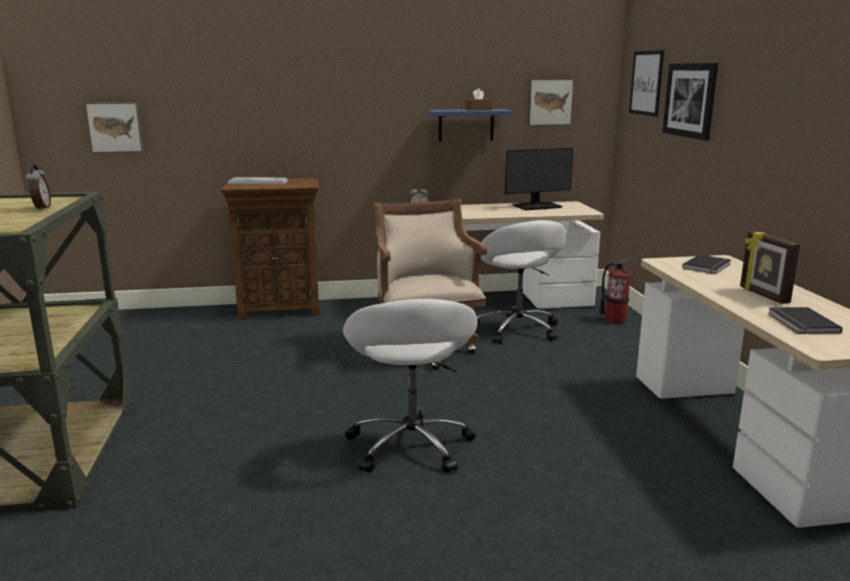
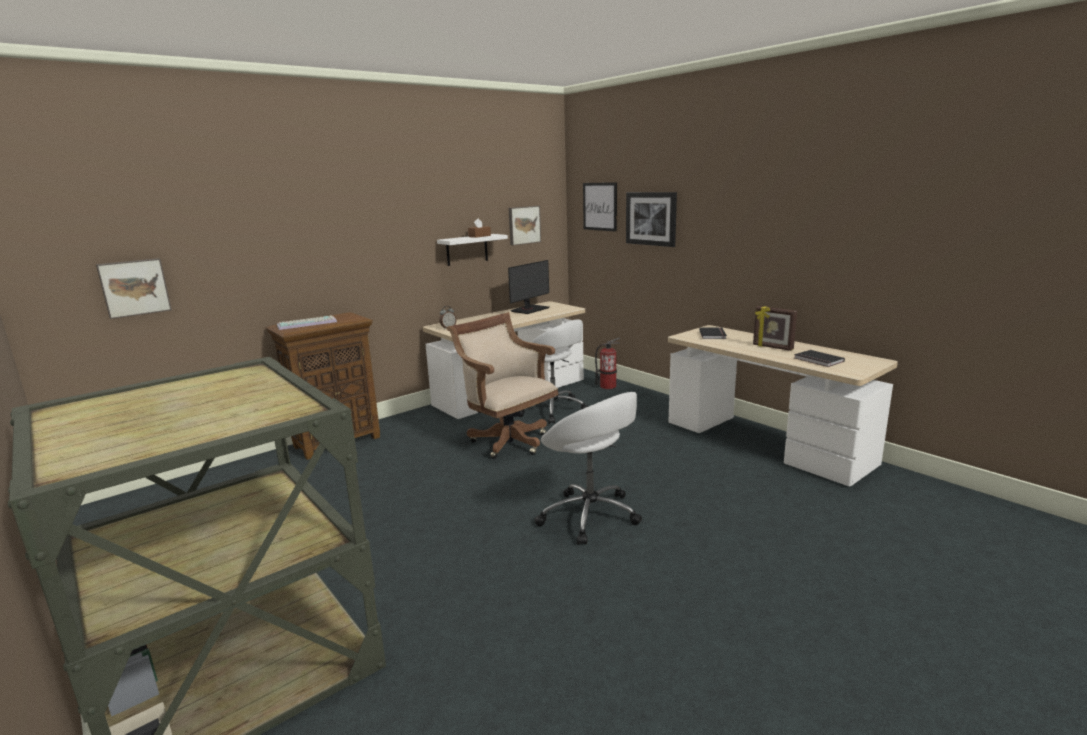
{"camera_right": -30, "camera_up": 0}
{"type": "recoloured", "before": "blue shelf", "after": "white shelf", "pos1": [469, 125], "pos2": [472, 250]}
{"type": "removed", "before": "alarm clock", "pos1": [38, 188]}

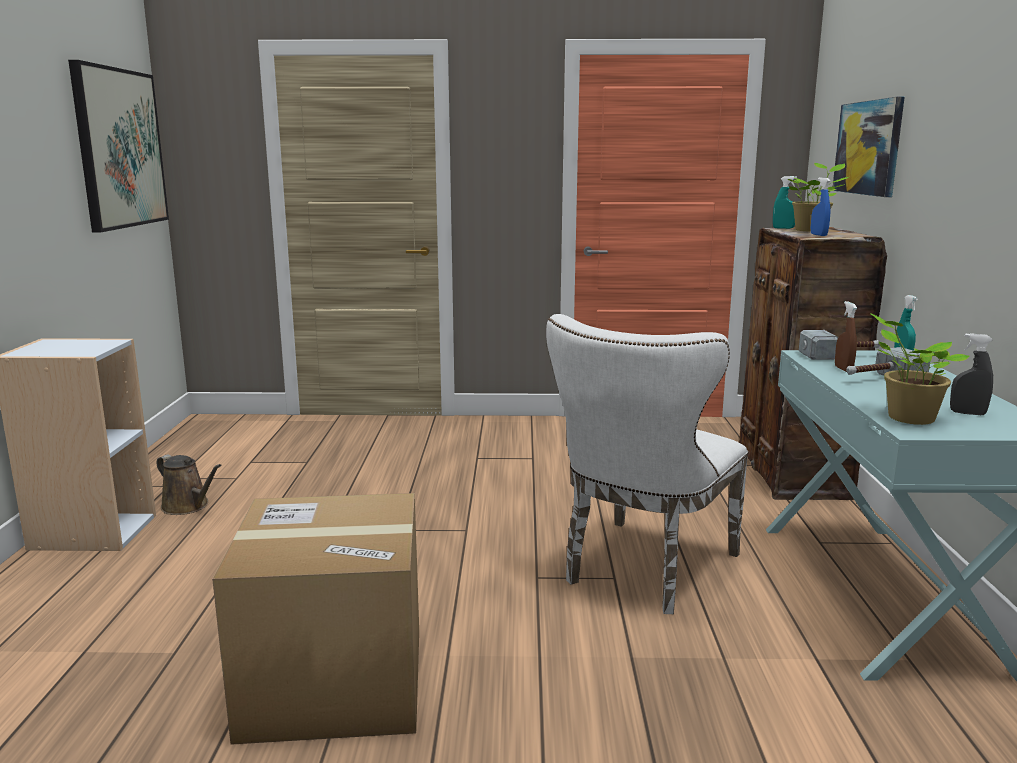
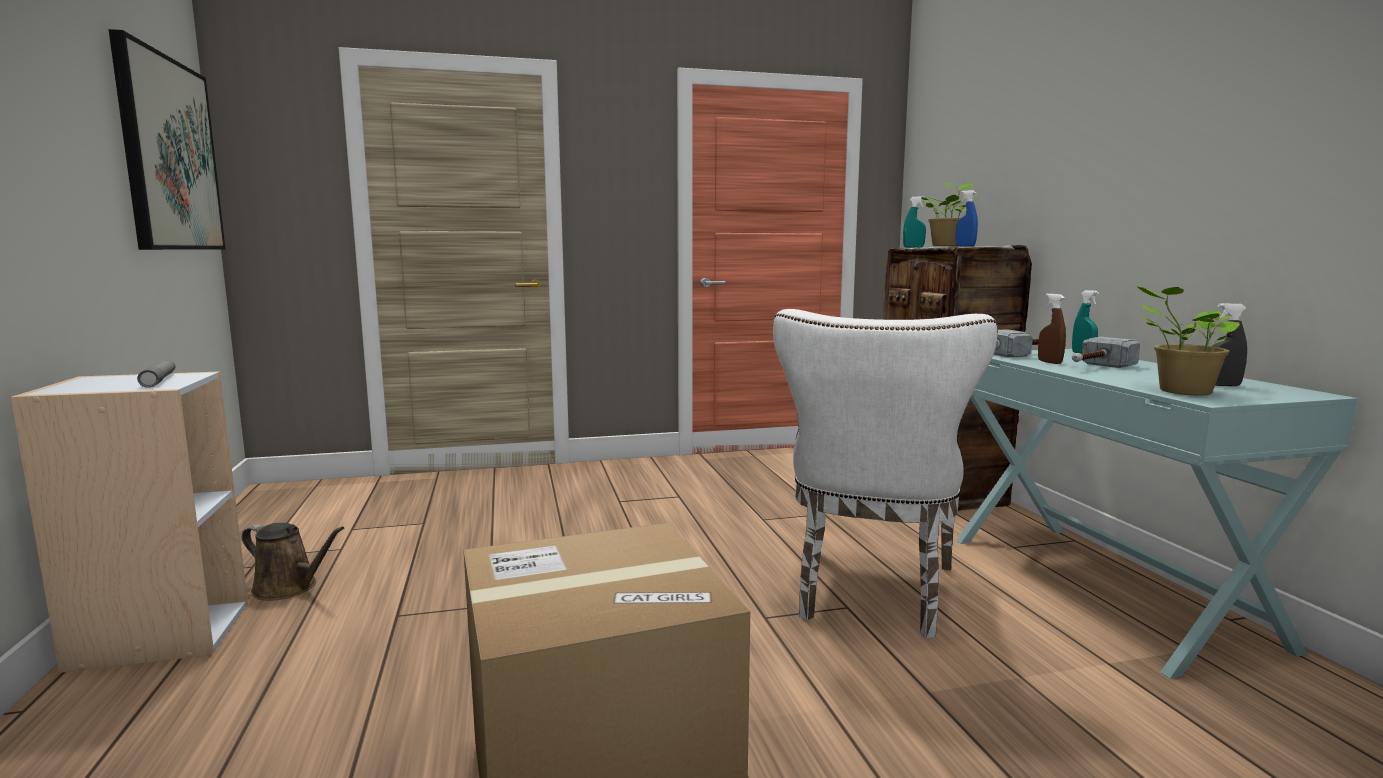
{"camera_right": -15, "camera_up": -5}
{"type": "added", "after": "grey flashlight", "pos2": [156, 374]}
{"type": "removed", "before": "picture", "pos1": [869, 147]}

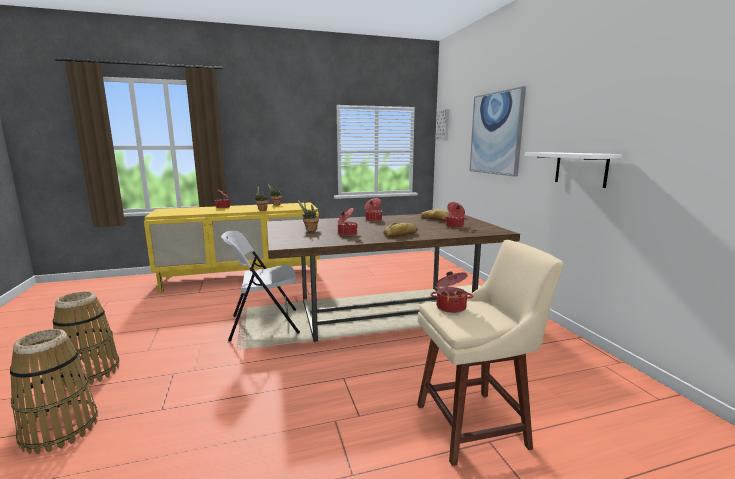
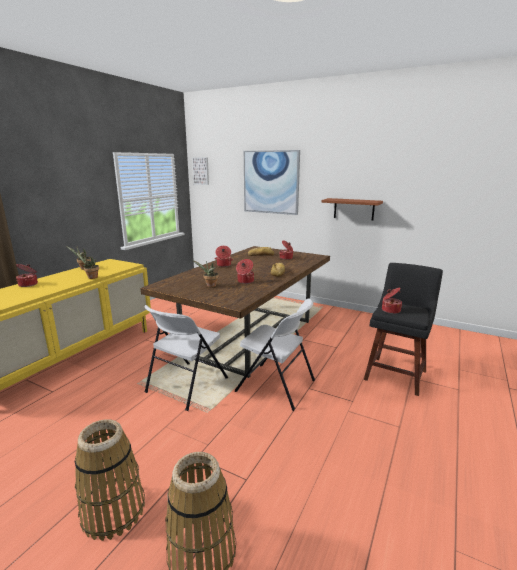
{"camera_right": -45, "camera_up": 5}
{"type": "added", "after": "white chair", "pos2": [275, 355]}
{"type": "recoloured", "before": "white shelf", "after": "brown shelf", "pos1": [573, 170], "pos2": [352, 209]}
{"type": "recoloured", "before": "beige stool", "after": "black stool", "pos1": [490, 353], "pos2": [403, 329]}

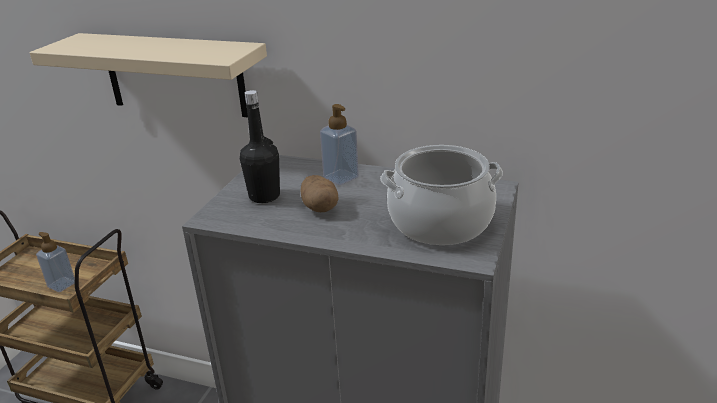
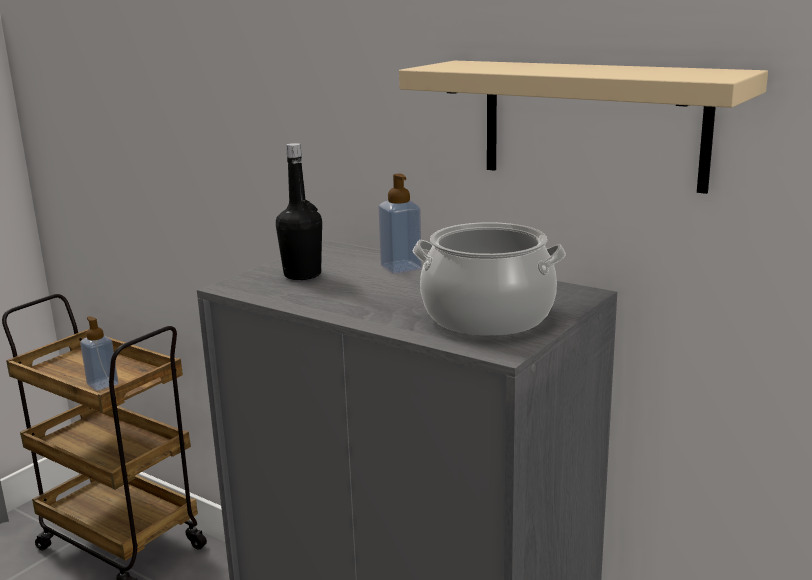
{"camera_right": 15, "camera_up": -10}
{"type": "moved", "before": "beige shelf", "pos1": [148, 75], "pos2": [583, 127]}
{"type": "removed", "before": "potato", "pos1": [319, 193]}

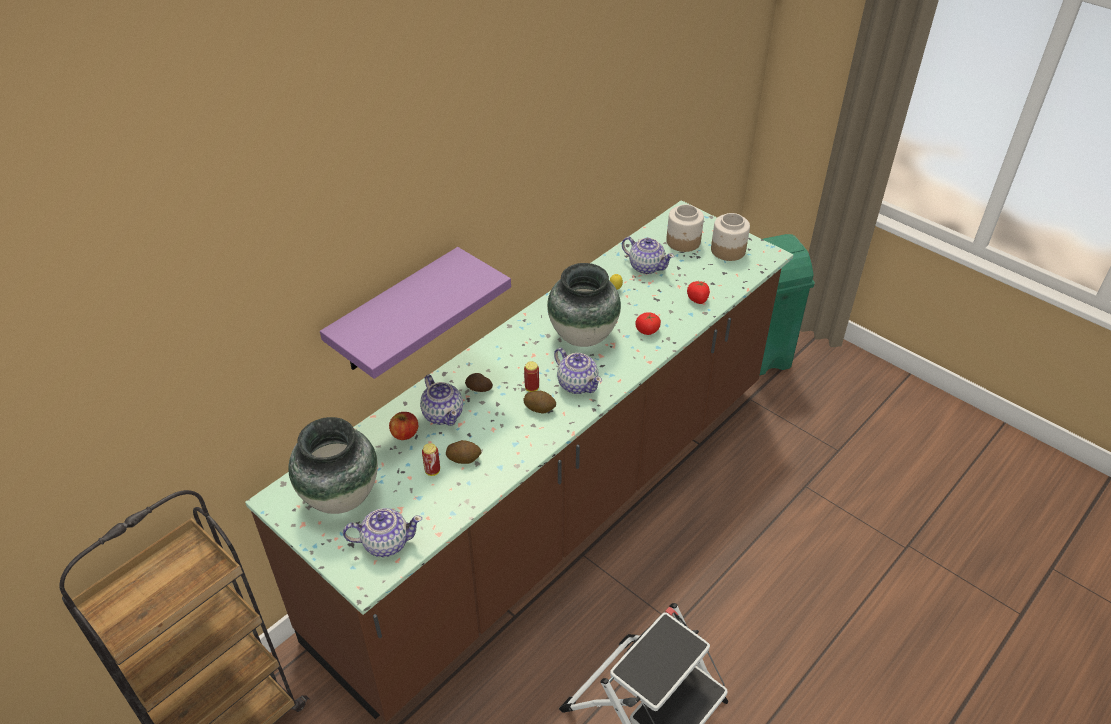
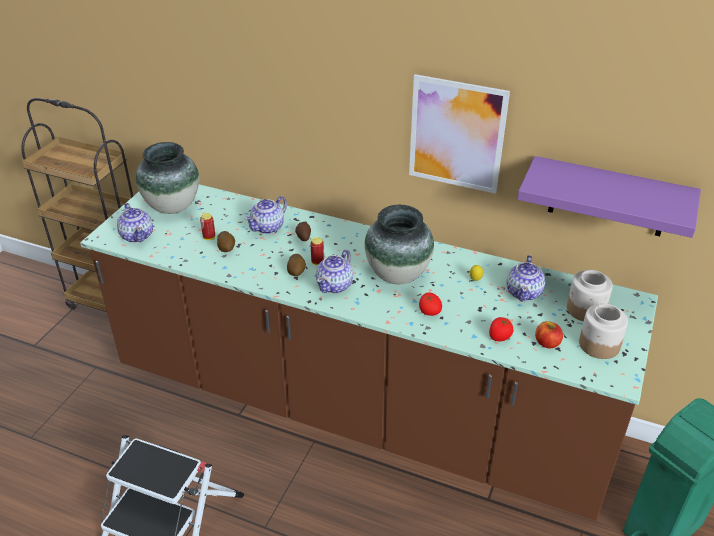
{"camera_right": 70, "camera_up": -5}
{"type": "added", "after": "picture", "pos2": [459, 134]}
{"type": "moved", "before": "purple shelf", "pos1": [415, 313], "pos2": [609, 197]}
{"type": "moved", "before": "apple", "pos1": [403, 426], "pos2": [549, 334]}

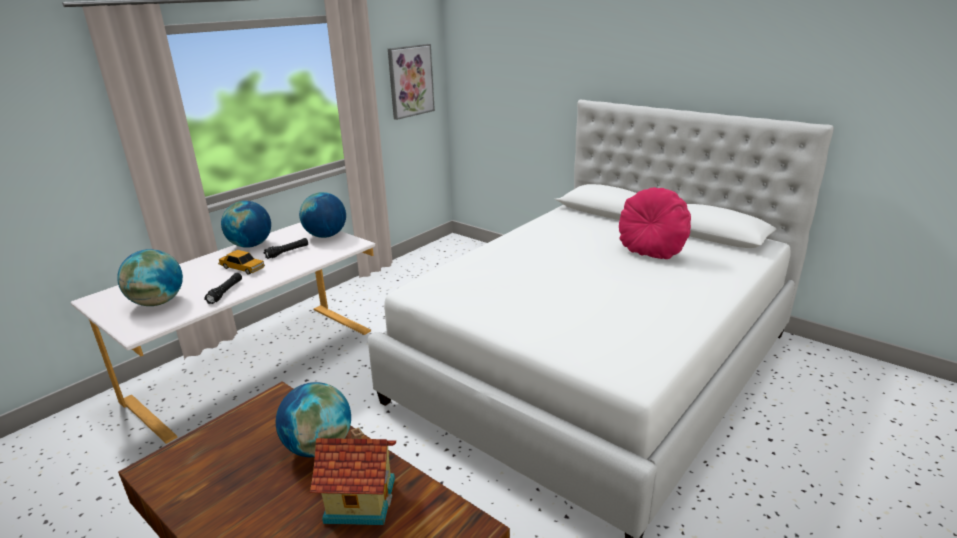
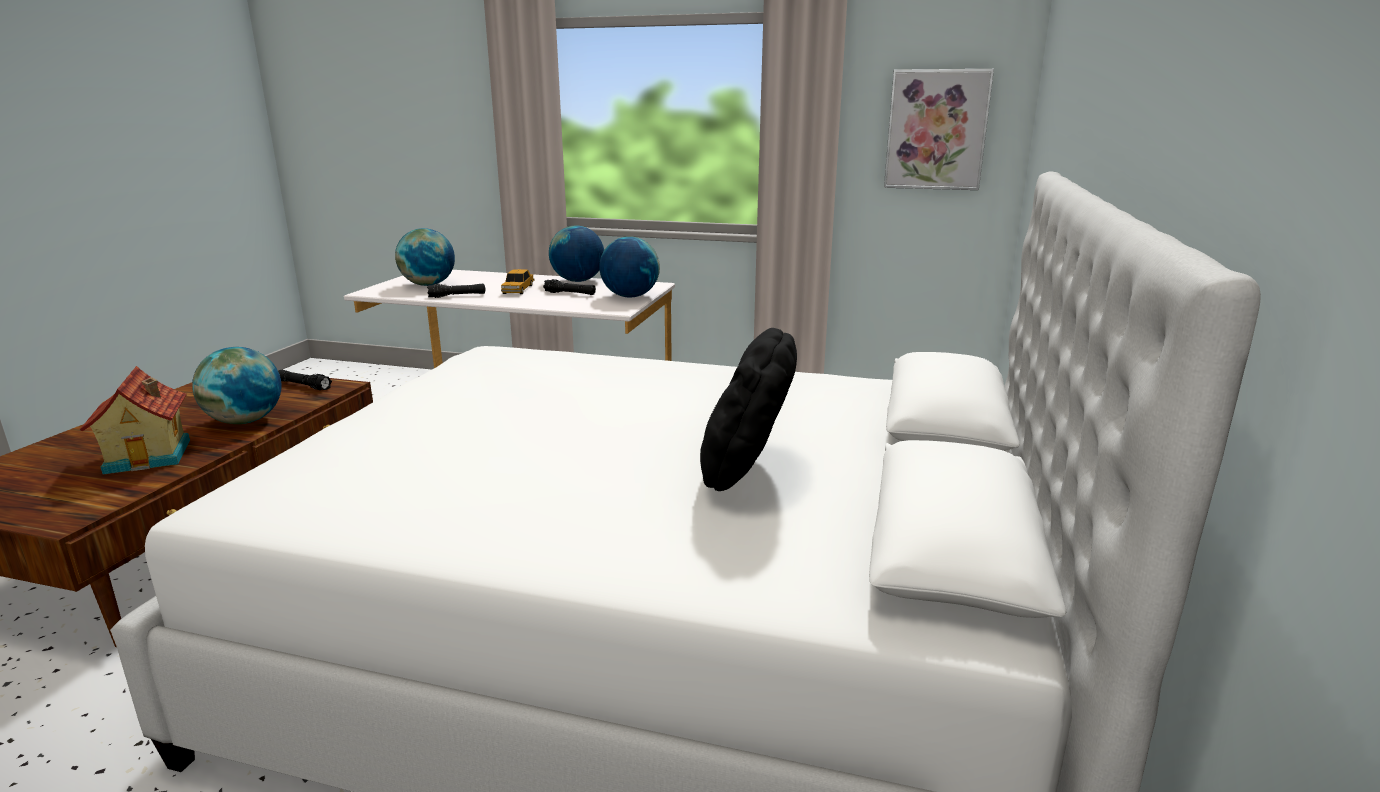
{"camera_right": 65, "camera_up": -5}
{"type": "added", "after": "black flashlight", "pos2": [305, 380]}
{"type": "recoloured", "before": "pink pillow", "after": "black pillow", "pos1": [655, 223], "pos2": [748, 409]}

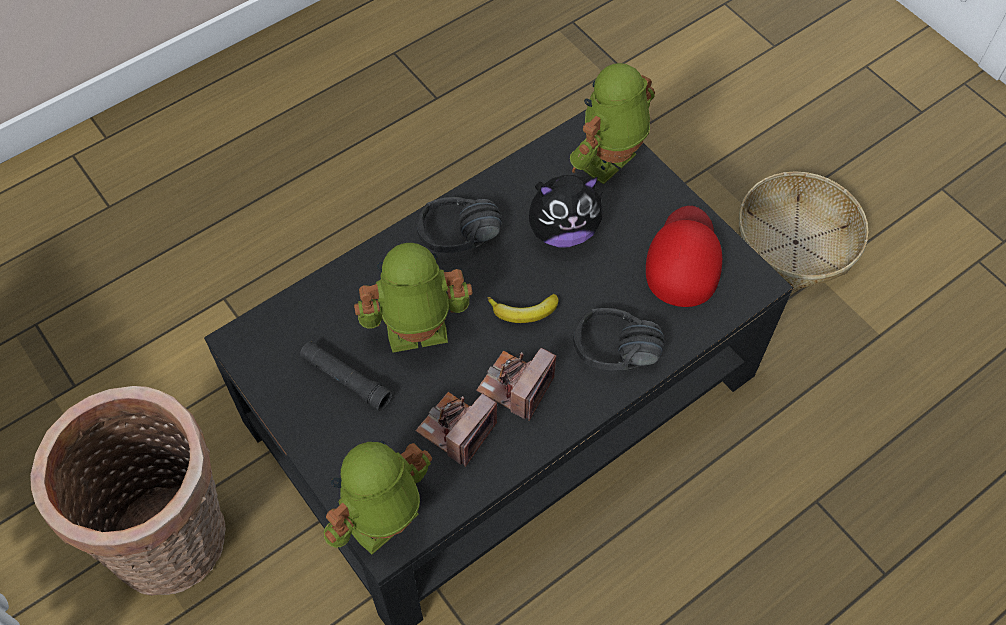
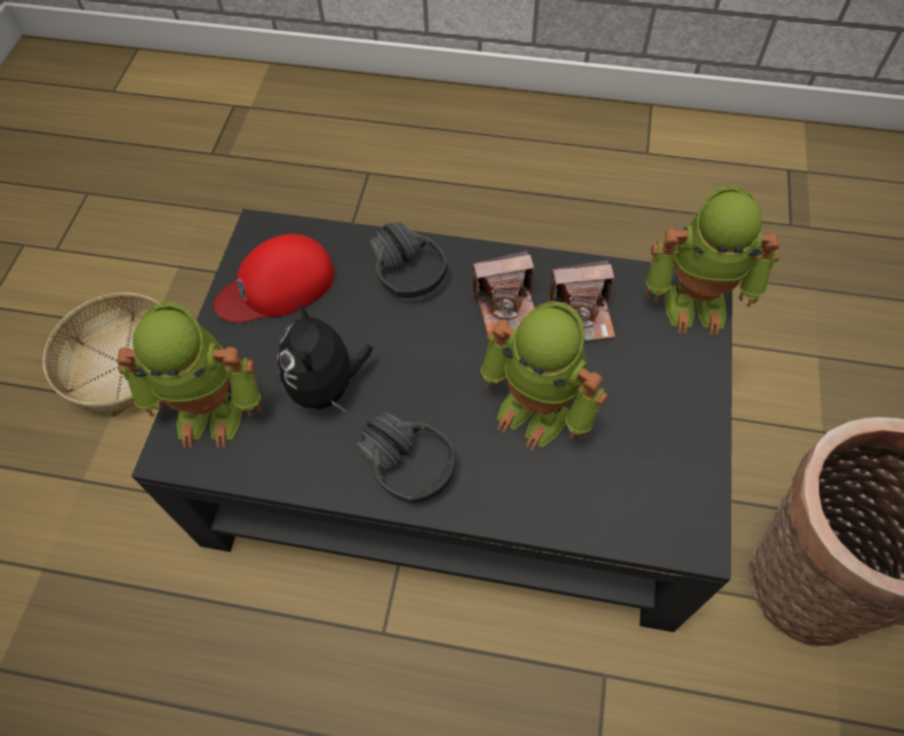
{"camera_right": -130, "camera_up": 0}
{"type": "turned", "before": "plush toy", "pos1": [565, 211], "pos2": [324, 357], "turn": -135}
{"type": "removed", "before": "black flashlight", "pos1": [346, 376]}
{"type": "removed", "before": "banana", "pos1": [522, 308]}

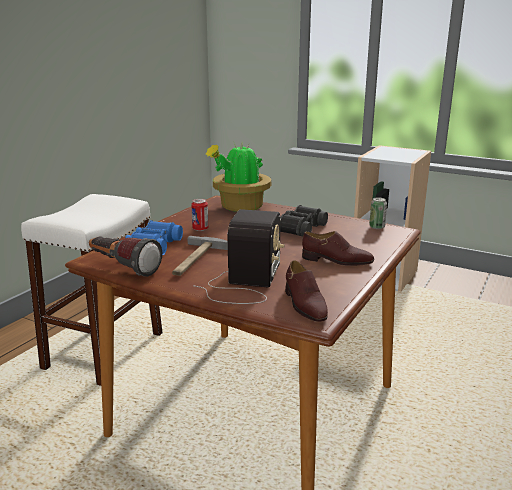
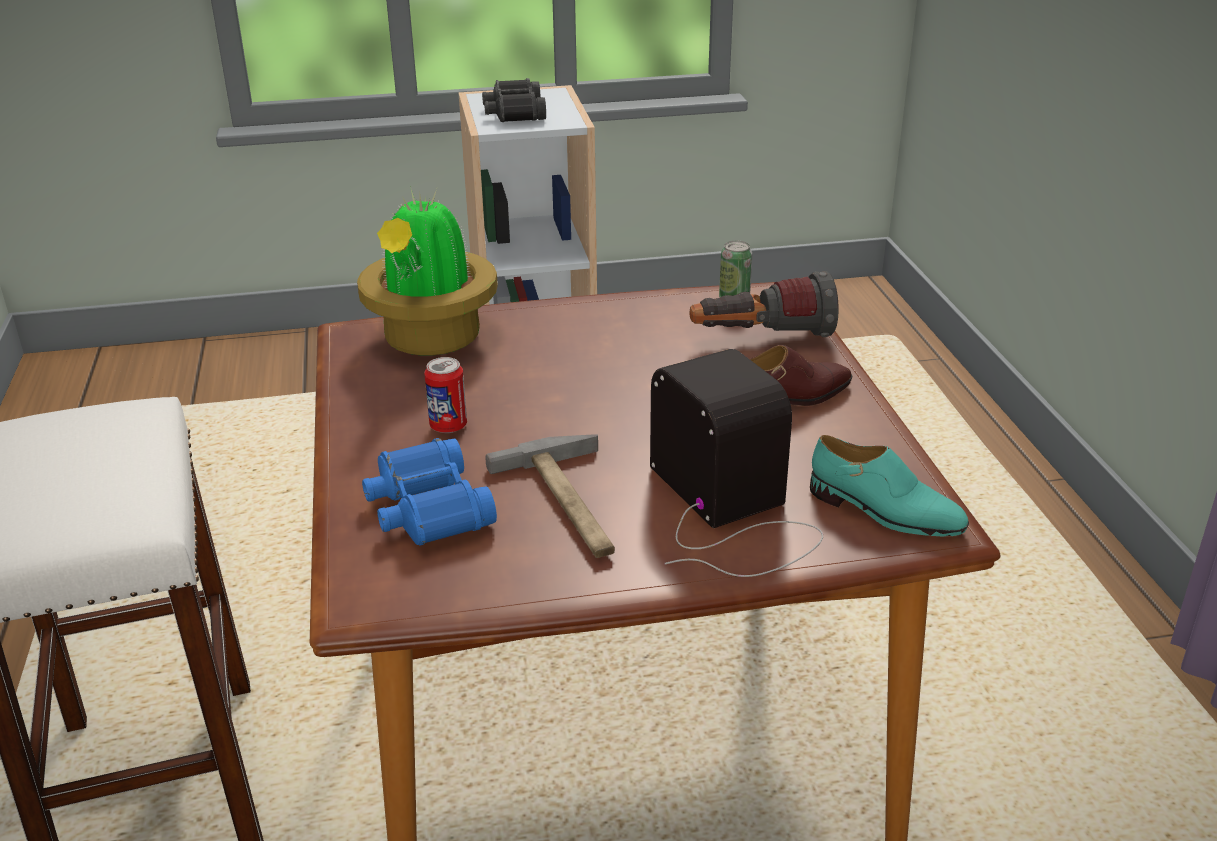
{"camera_right": -40, "camera_up": 10}
{"type": "moved", "before": "black binoculars", "pos1": [304, 220], "pos2": [514, 100]}
{"type": "moved", "before": "flashlight", "pos1": [125, 256], "pos2": [764, 304]}
{"type": "recoloured", "before": "brown shoe", "after": "turquoise shoe", "pos1": [306, 291], "pos2": [889, 486]}

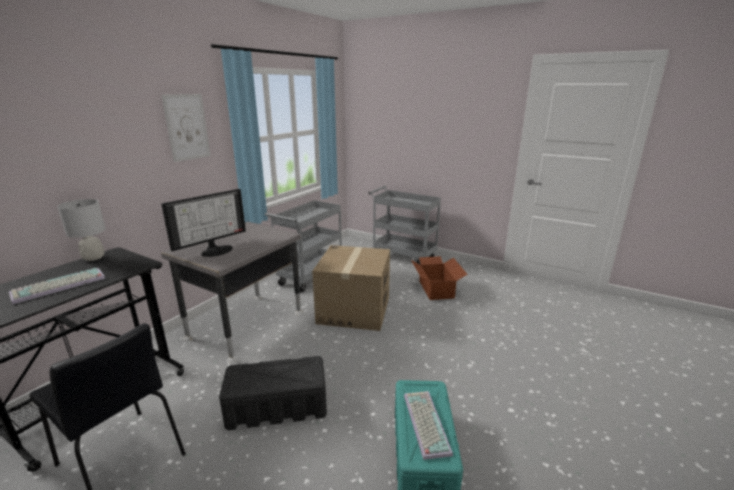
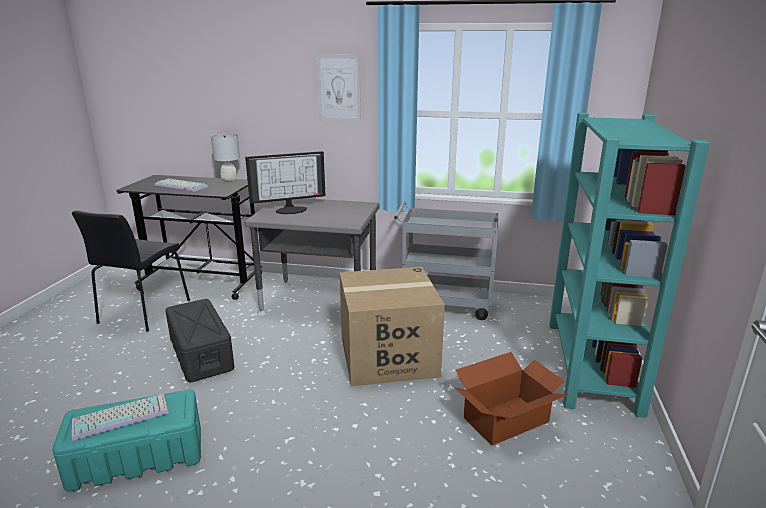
{"camera_right": 70, "camera_up": 0}
{"type": "turned", "before": "monitor", "pos1": [203, 223], "pos2": [285, 182], "turn": -45}
{"type": "replaced", "before": "grey cart", "after": "turquoise bookcase", "pos1": [405, 225], "pos2": [629, 265]}

